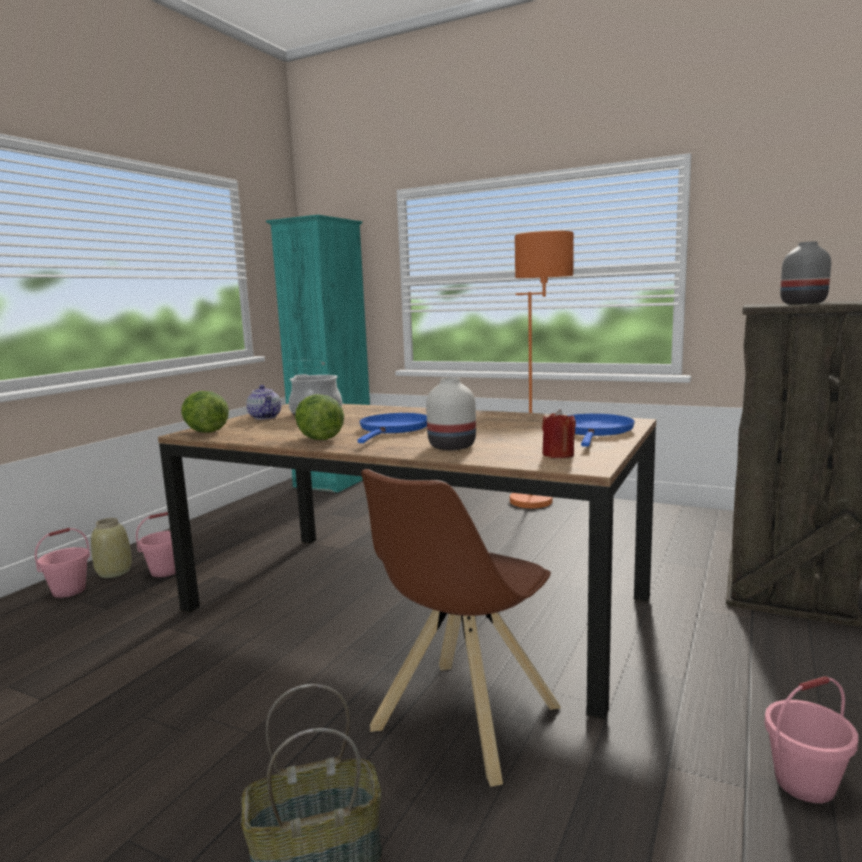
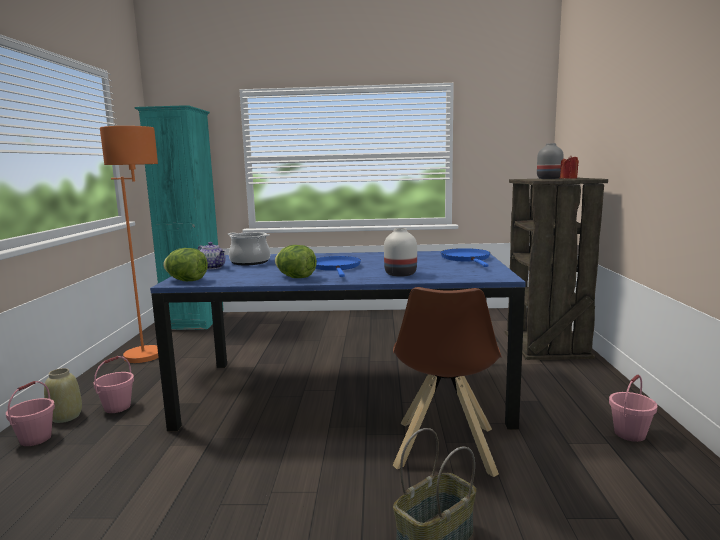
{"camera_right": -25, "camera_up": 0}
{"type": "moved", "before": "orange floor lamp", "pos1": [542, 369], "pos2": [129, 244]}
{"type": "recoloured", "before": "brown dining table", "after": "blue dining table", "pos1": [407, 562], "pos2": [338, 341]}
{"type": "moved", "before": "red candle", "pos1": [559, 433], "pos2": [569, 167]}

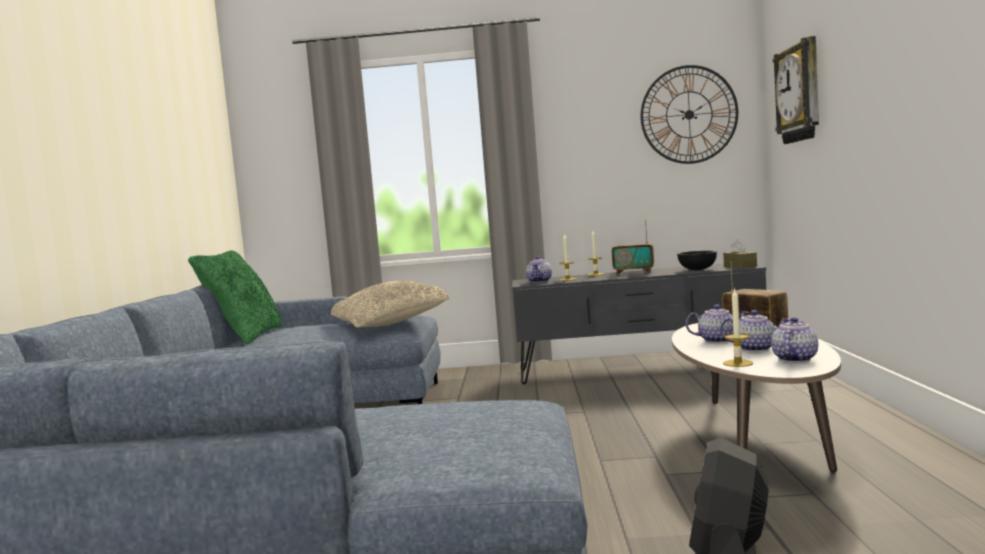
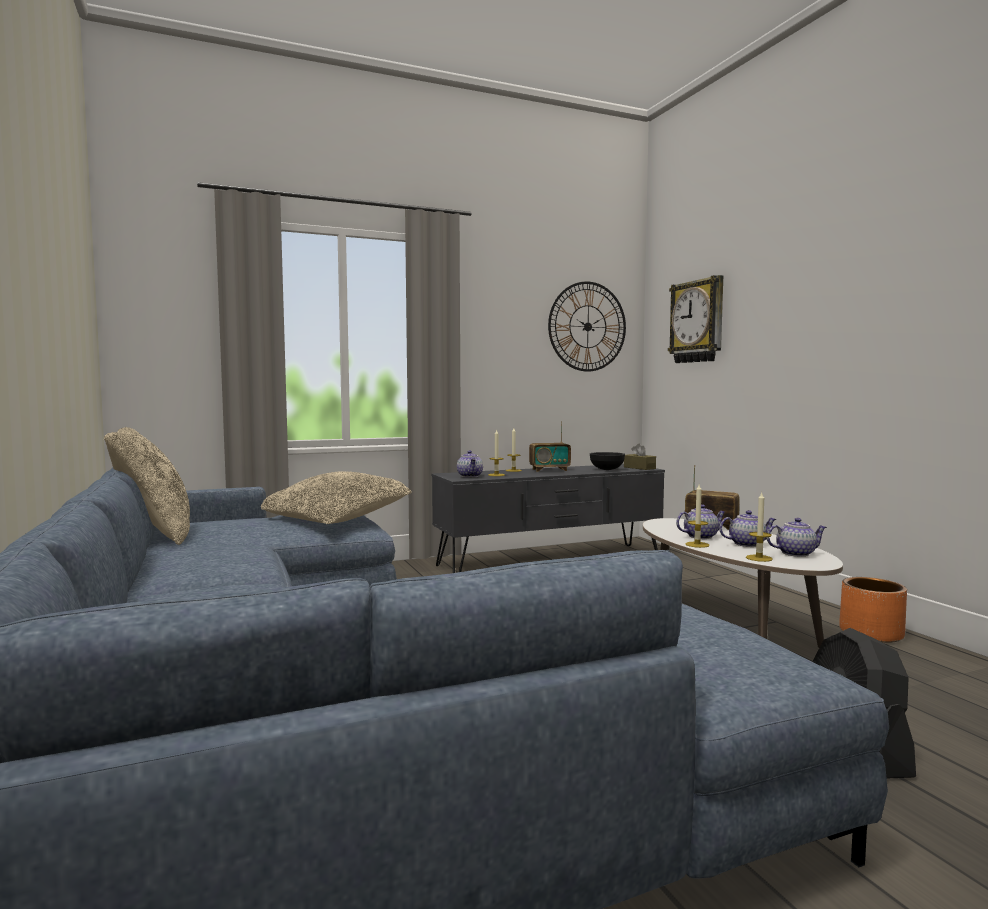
{"camera_right": -25, "camera_up": 0}
{"type": "recoloured", "before": "green pillow", "after": "beige pillow", "pos1": [235, 297], "pos2": [147, 486]}
{"type": "added", "after": "candle", "pos2": [697, 516]}
{"type": "turned", "before": "teapot", "pos1": [794, 339], "pos2": [797, 537], "turn": 75}
{"type": "added", "after": "orange planter", "pos2": [873, 610]}

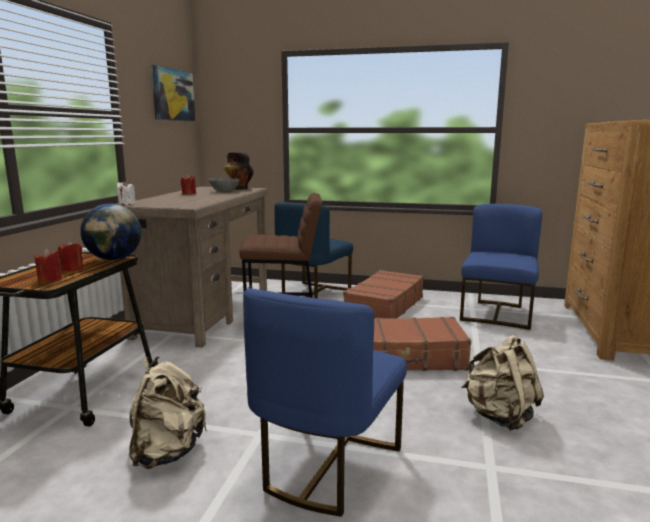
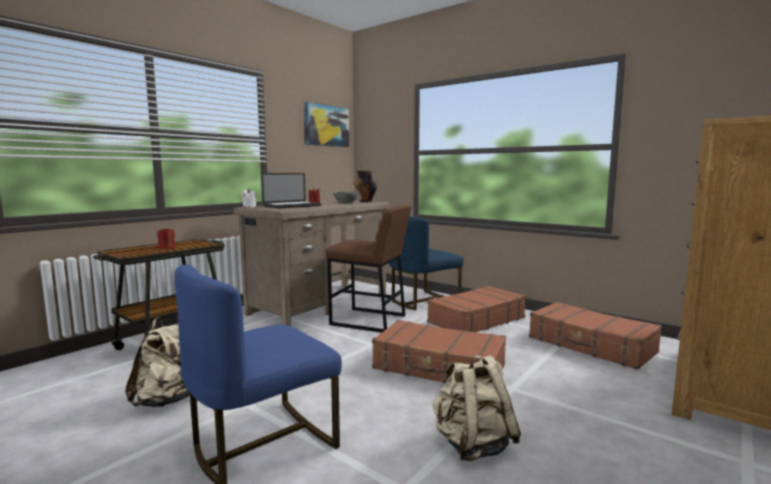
{"camera_right": 25, "camera_up": -5}
{"type": "added", "after": "laptop", "pos2": [291, 191]}
{"type": "replaced", "before": "blue chair", "after": "brown suitcase", "pos1": [501, 267], "pos2": [595, 336]}
{"type": "removed", "before": "red candle", "pos1": [48, 266]}
{"type": "removed", "before": "globe", "pos1": [110, 232]}

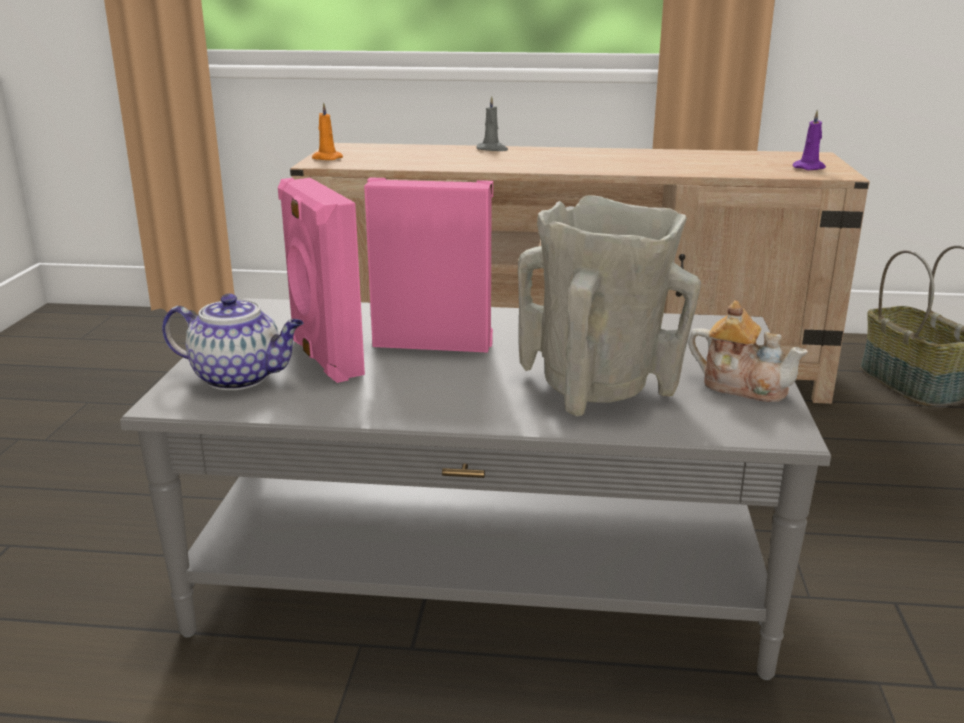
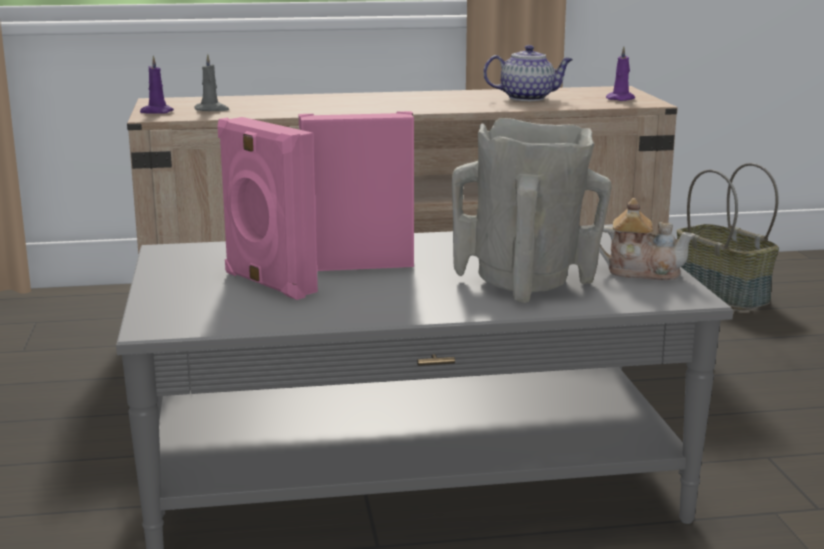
{"camera_right": -15, "camera_up": -5}
{"type": "recoloured", "before": "orange candle", "after": "purple candle", "pos1": [327, 131], "pos2": [157, 85]}
{"type": "moved", "before": "grey candle", "pos1": [492, 123], "pos2": [212, 82]}
{"type": "moved", "before": "teapot", "pos1": [232, 342], "pos2": [528, 73]}

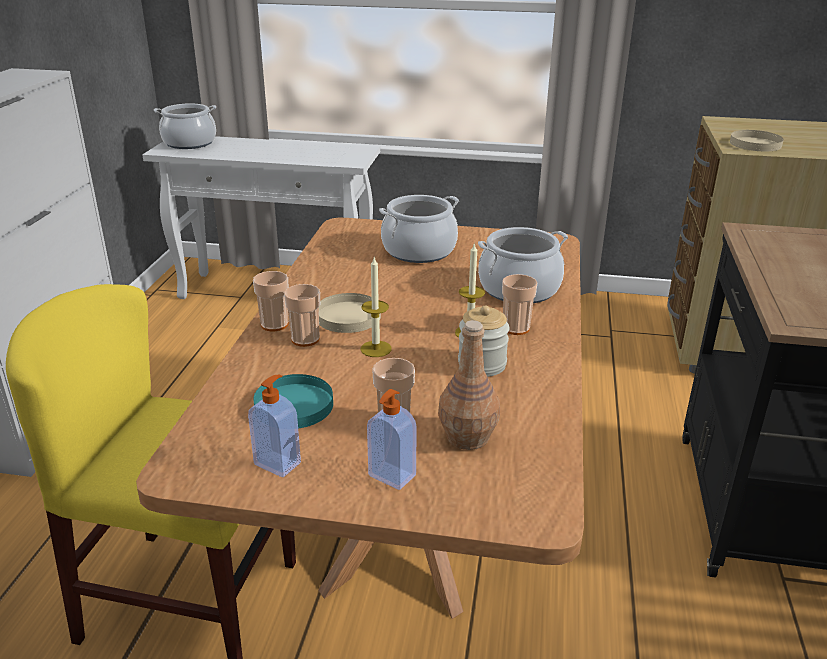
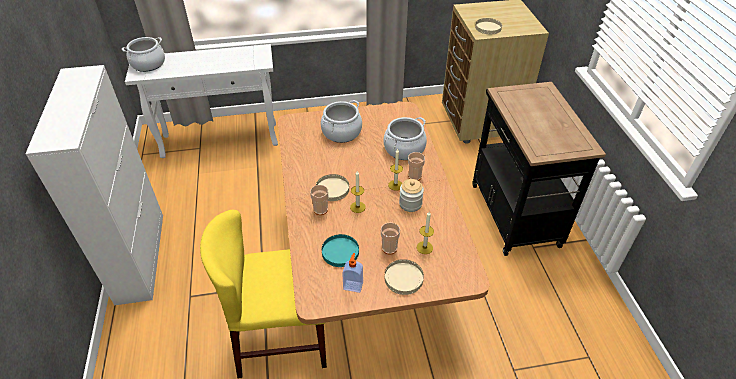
{"camera_right": -20, "camera_up": 15}
{"type": "replaced", "before": "soap dispenser", "after": "beige plate", "pos1": [392, 439], "pos2": [404, 277]}
{"type": "replaced", "before": "brown bottle", "after": "candle", "pos1": [469, 385], "pos2": [425, 233]}
{"type": "removed", "before": "cup", "pos1": [271, 301]}

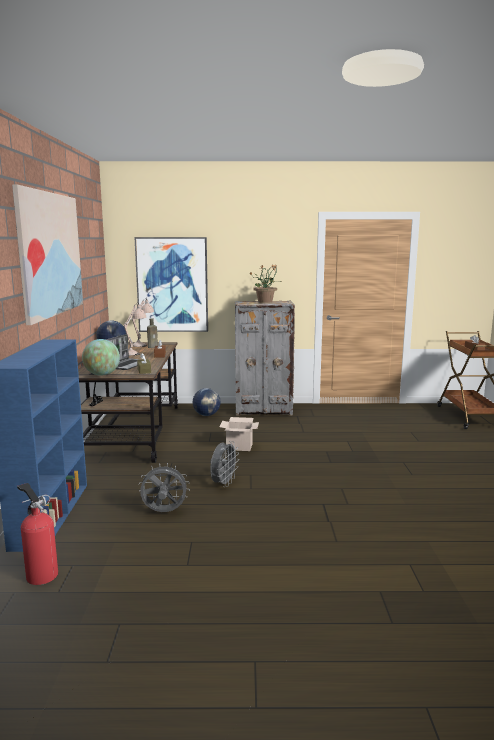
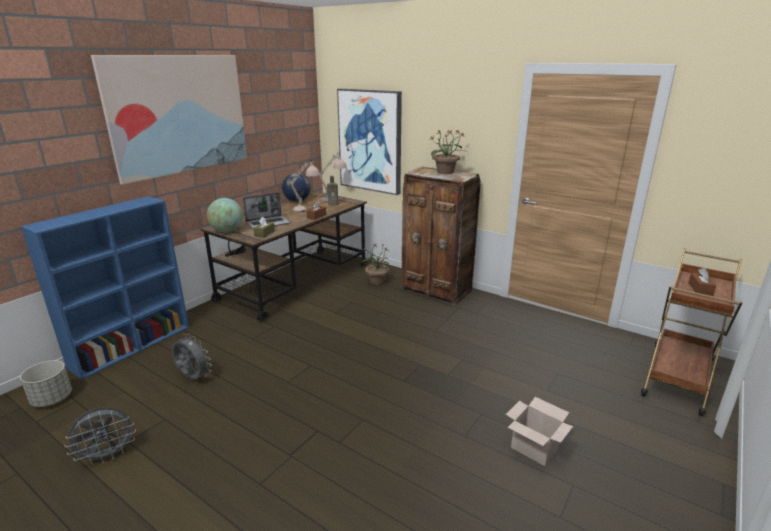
{"camera_right": 35, "camera_up": 10}
{"type": "replaced", "before": "fire extinguisher", "after": "grey planter", "pos1": [37, 534], "pos2": [46, 383]}
{"type": "moved", "before": "grey fan", "pos1": [224, 464], "pos2": [100, 436]}
{"type": "replaced", "before": "globe", "after": "potted plant", "pos1": [207, 402], "pos2": [376, 264]}
{"type": "recoloured", "before": "grey cabinet", "after": "brown cabinet", "pos1": [265, 358], "pos2": [441, 236]}
{"type": "moved", "before": "cardboard box", "pos1": [239, 434], "pos2": [539, 431]}

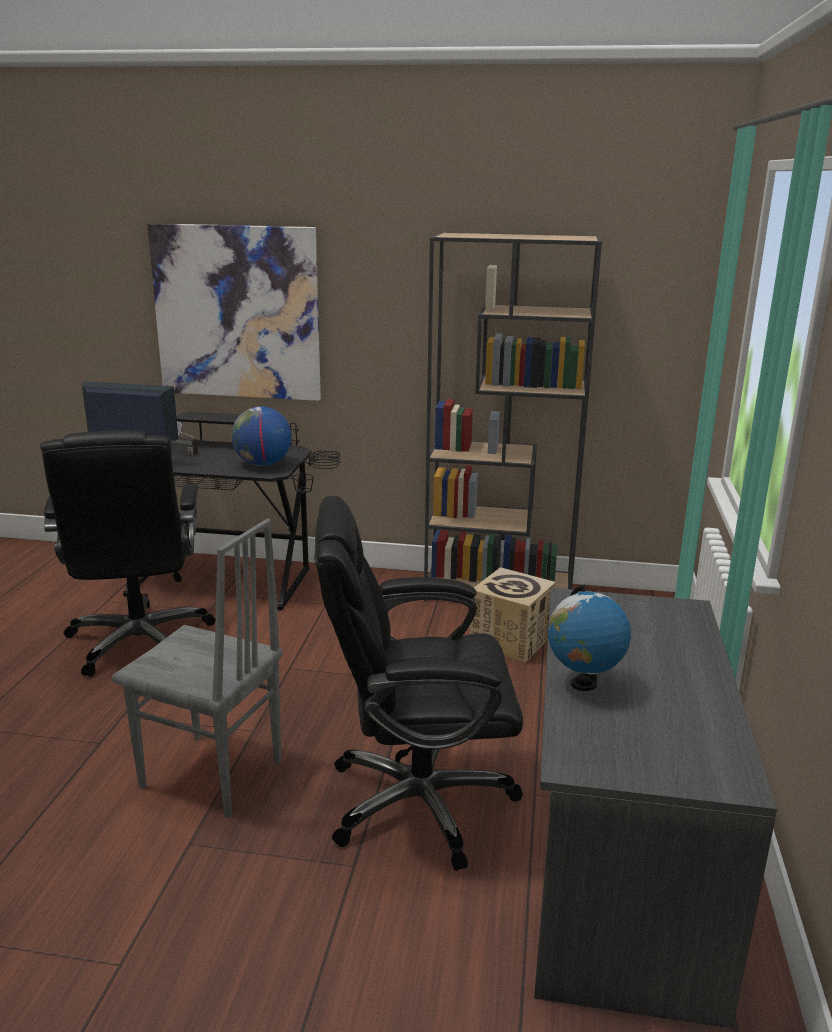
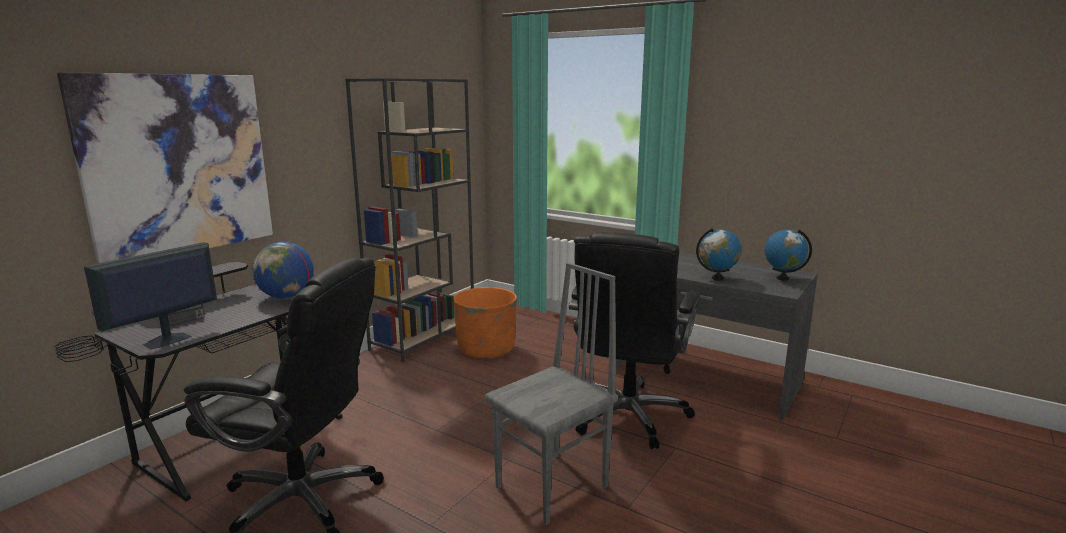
{"camera_right": -65, "camera_up": -5}
{"type": "replaced", "before": "cardboard box", "after": "orange planter", "pos1": [512, 615], "pos2": [485, 323]}
{"type": "added", "after": "globe", "pos2": [788, 255]}

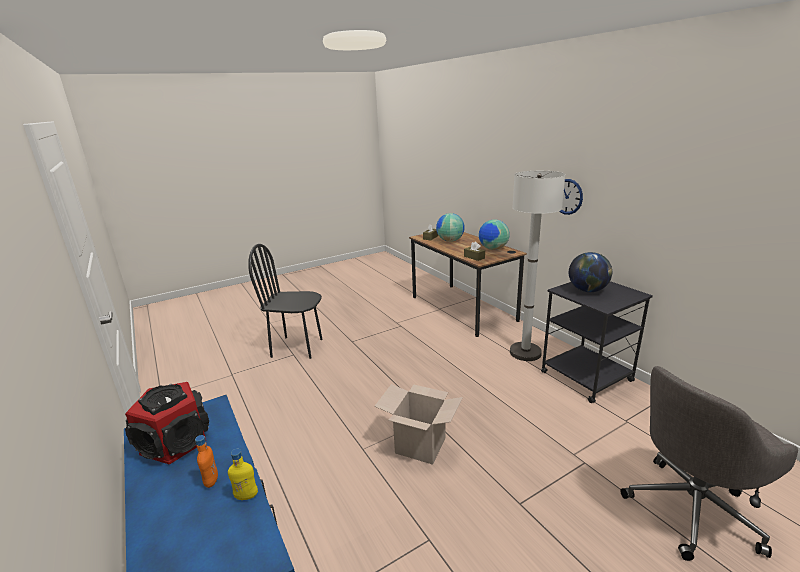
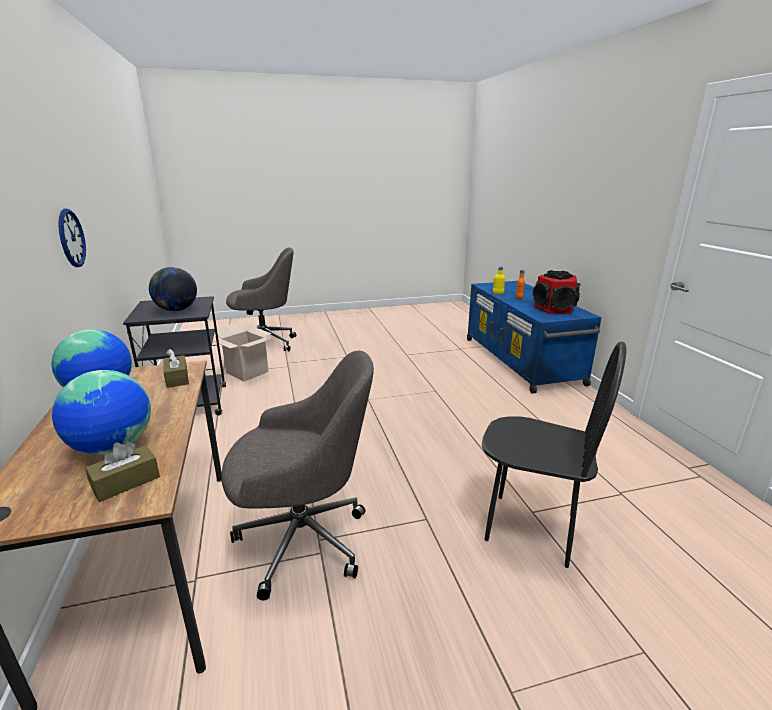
{"camera_right": -165, "camera_up": 0}
{"type": "moved", "before": "cardboard box", "pos1": [419, 424], "pos2": [244, 352]}
{"type": "added", "after": "grey office chair", "pos2": [298, 475]}
{"type": "removed", "before": "white floor lamp", "pos1": [537, 266]}

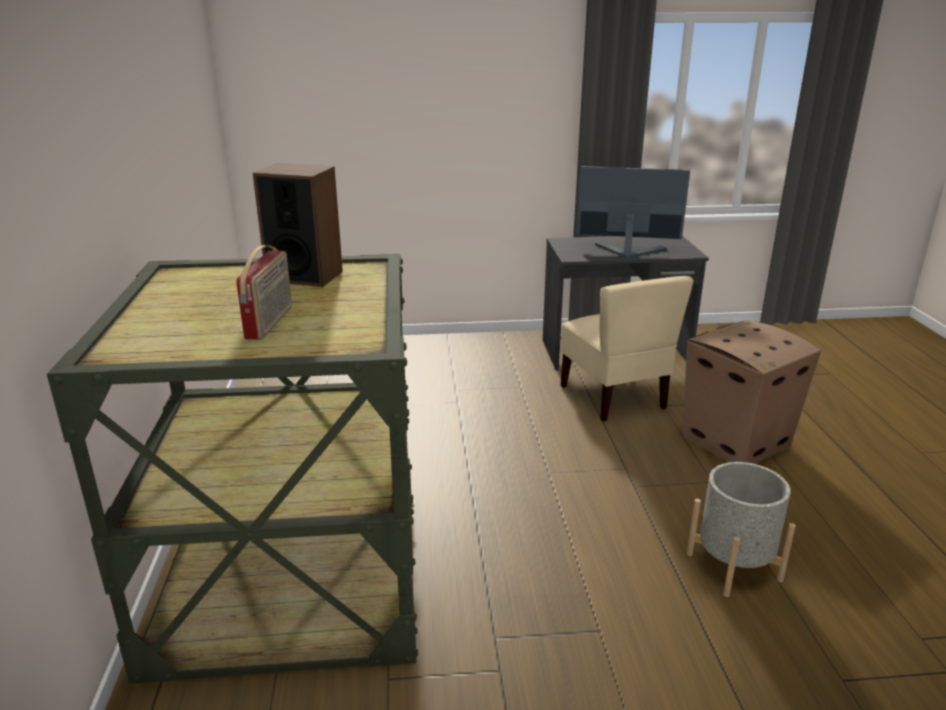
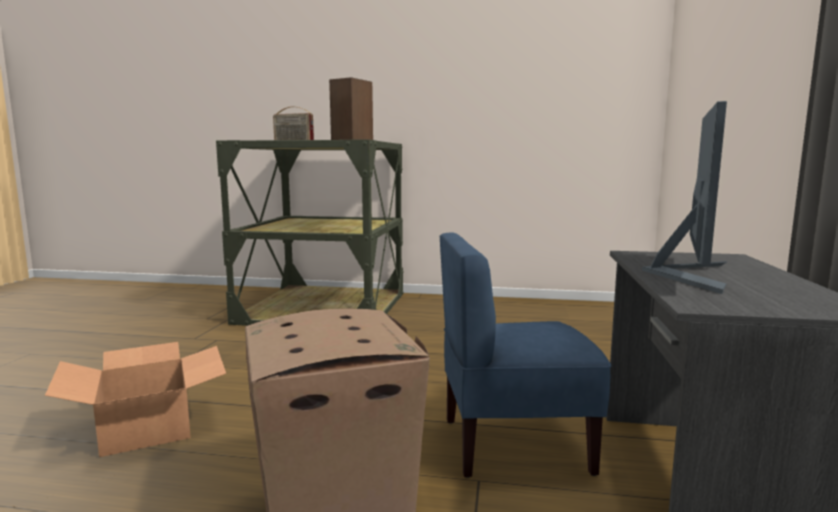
{"camera_right": 105, "camera_up": -15}
{"type": "replaced", "before": "grey planter", "after": "cardboard box", "pos1": [741, 529], "pos2": [135, 399]}
{"type": "recoloured", "before": "beige chair", "after": "blue chair", "pos1": [627, 349], "pos2": [526, 355]}

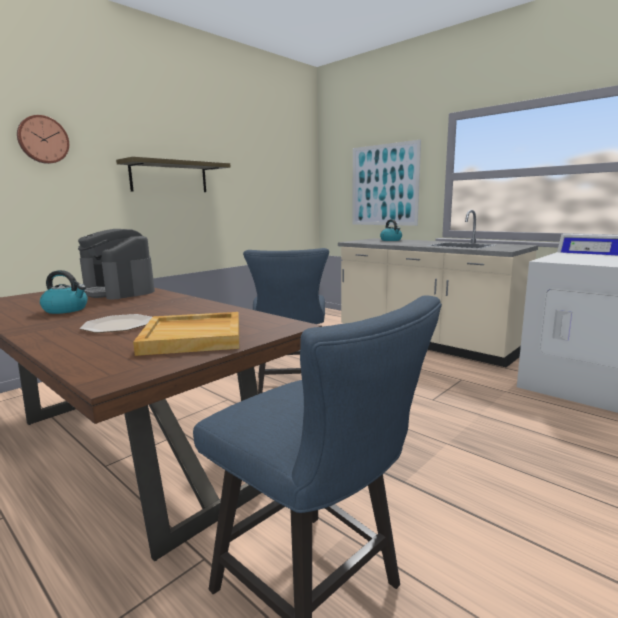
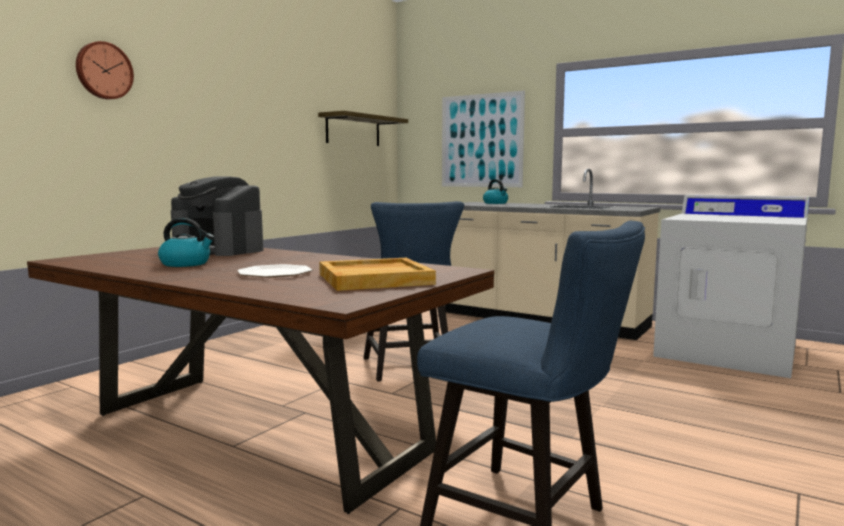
{"camera_right": -10, "camera_up": -5}
{"type": "moved", "before": "shelf", "pos1": [173, 174], "pos2": [363, 128]}

